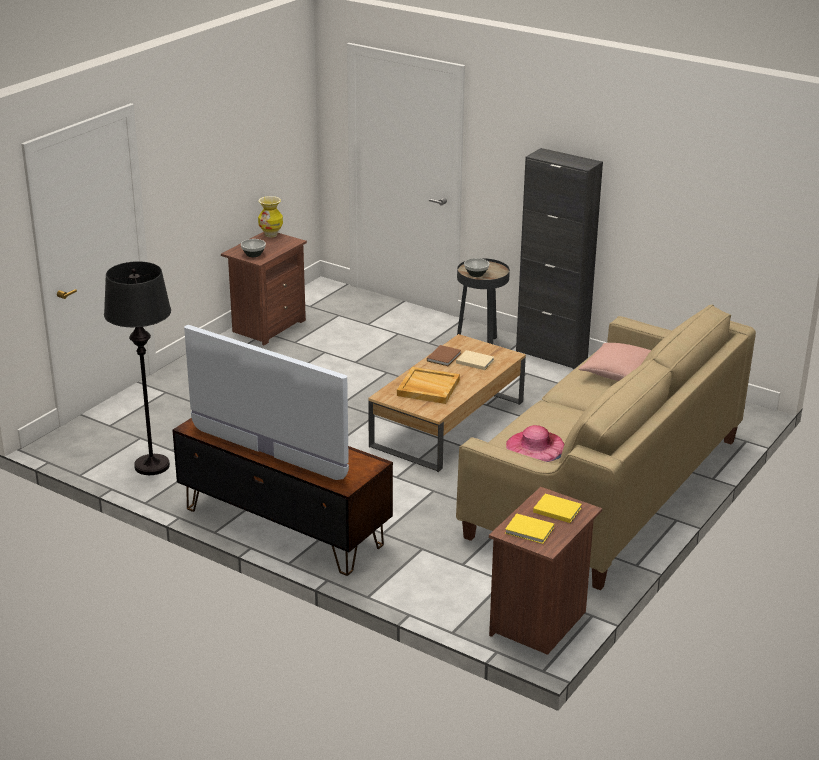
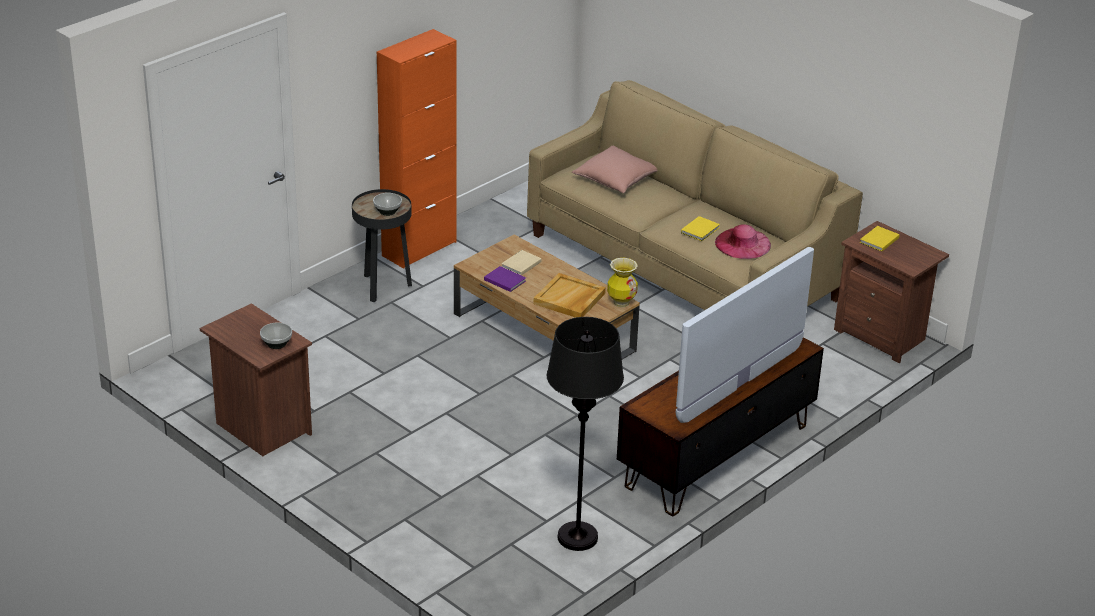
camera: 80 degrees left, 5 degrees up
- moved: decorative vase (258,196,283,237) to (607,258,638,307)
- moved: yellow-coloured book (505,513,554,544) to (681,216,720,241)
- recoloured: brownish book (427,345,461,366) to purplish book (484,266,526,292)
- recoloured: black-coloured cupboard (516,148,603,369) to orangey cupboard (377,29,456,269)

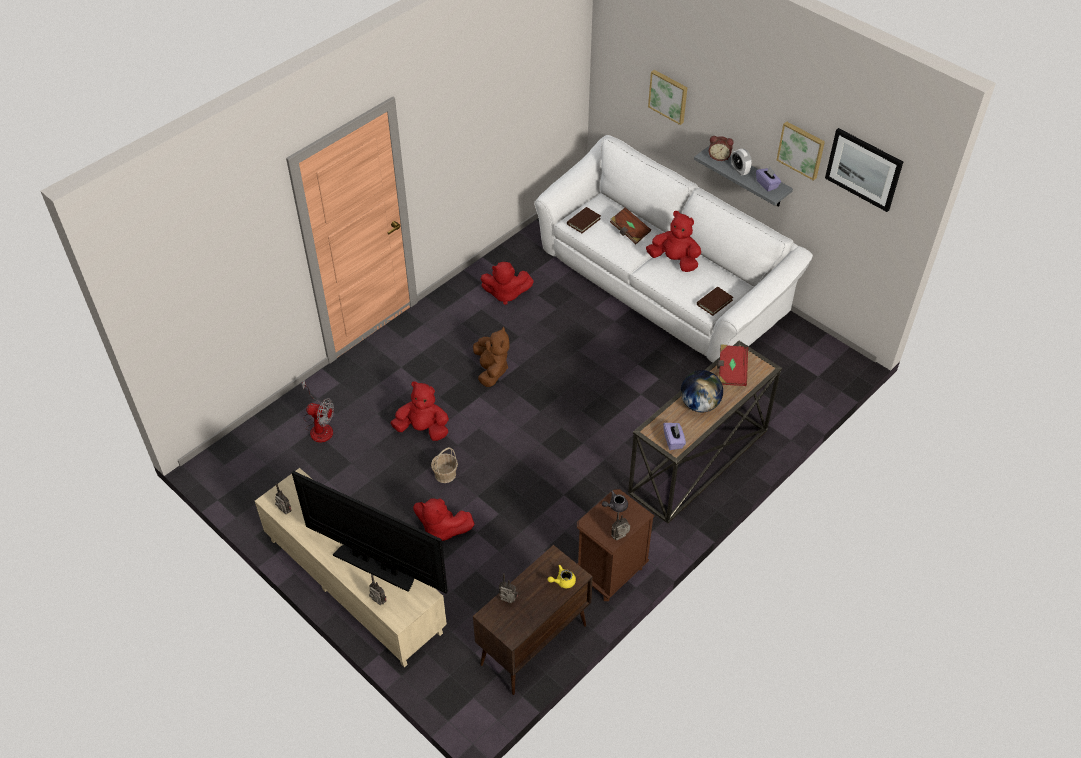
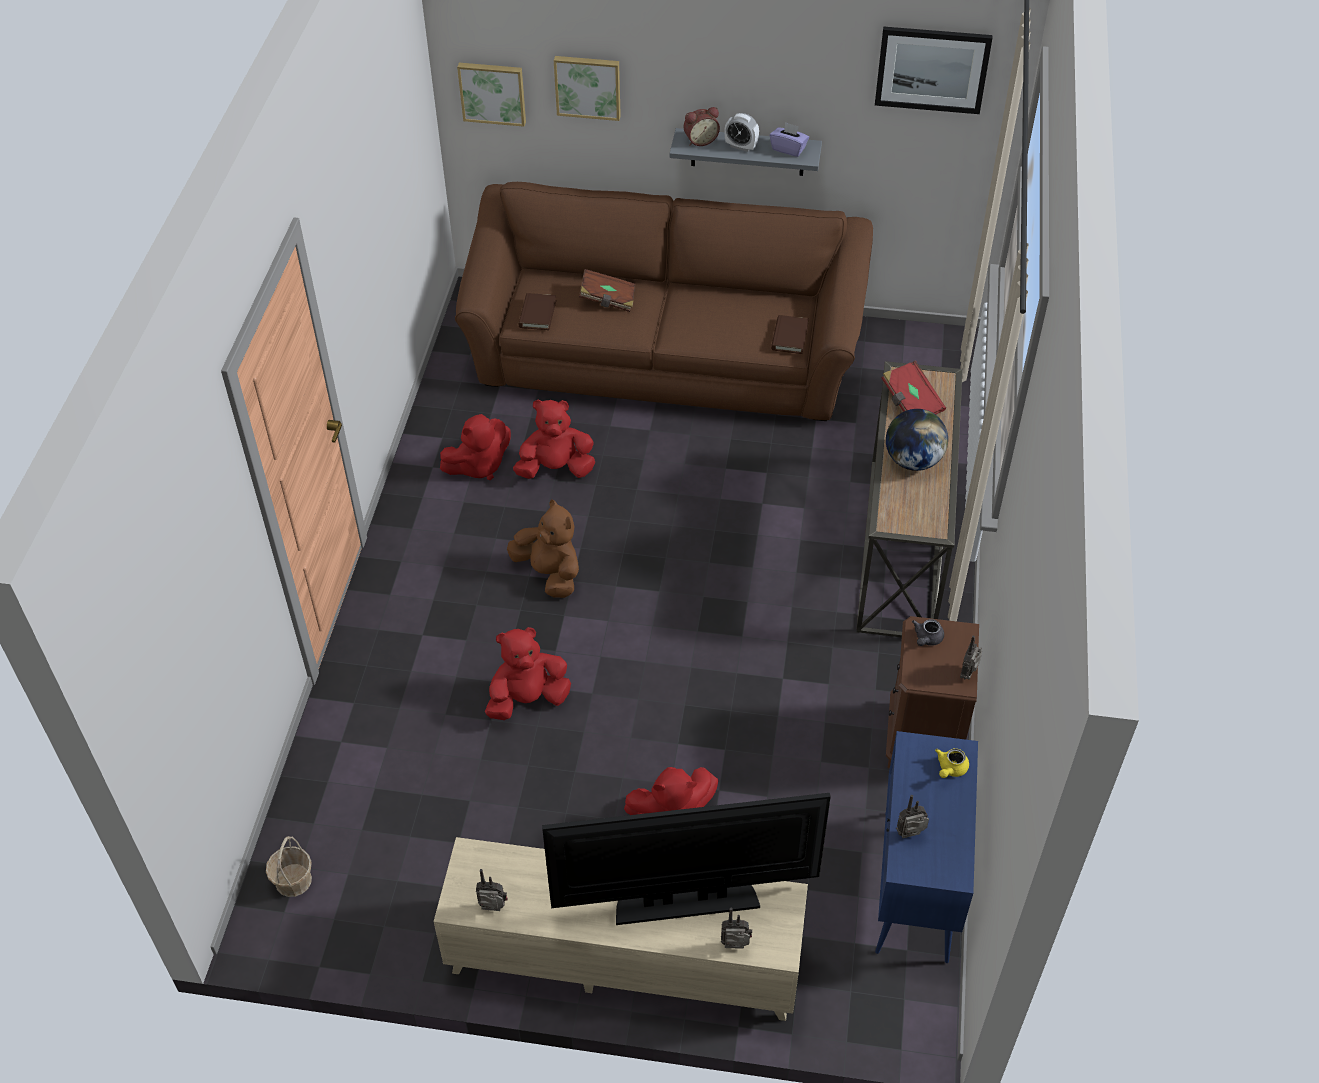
camera: 35 degrees left, 0 degrees up
- removed: electric fan (302,380,334,443)
- removed: purplish tissue box (663,423,686,450)
- moved: storage basket (431,447,458,483) to (266,836,312,897)
- moved: red plush toy (646,211,701,272) to (513,399,595,479)
- moved: wall art (776,122,825,181) to (457,63,526,127)
- recoloured: brownish cupboard (473,545,593,695) to blue cupboard (875,731,978,963)
- recoloured: white-coloured couch (534,135,813,363) to brownish couch (455,182,873,421)

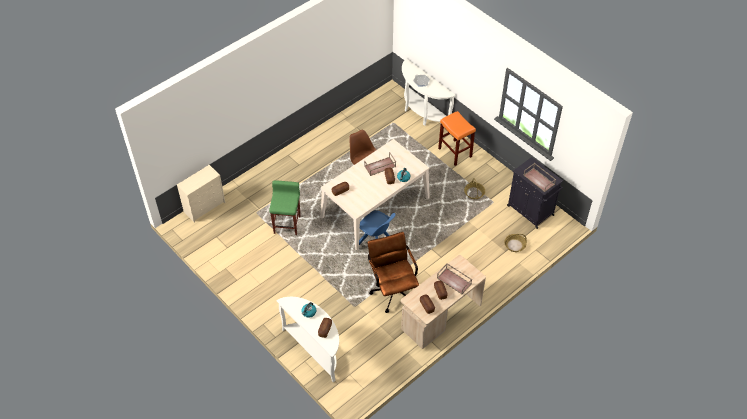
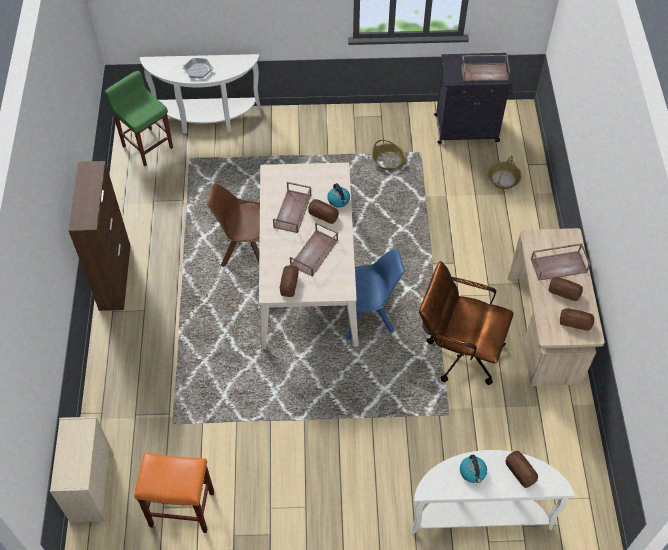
camera: 50 degrees left, 5 degrees up
- added: brownish cupboard (68,161,130,311)
- added: brownish serving tray (290,222,338,277)
- moved: greenish stool seat (269,181,301,235) to (104,71,173,167)
- moved: orangey stool seat (438,111,476,166) to (135,452,214,533)

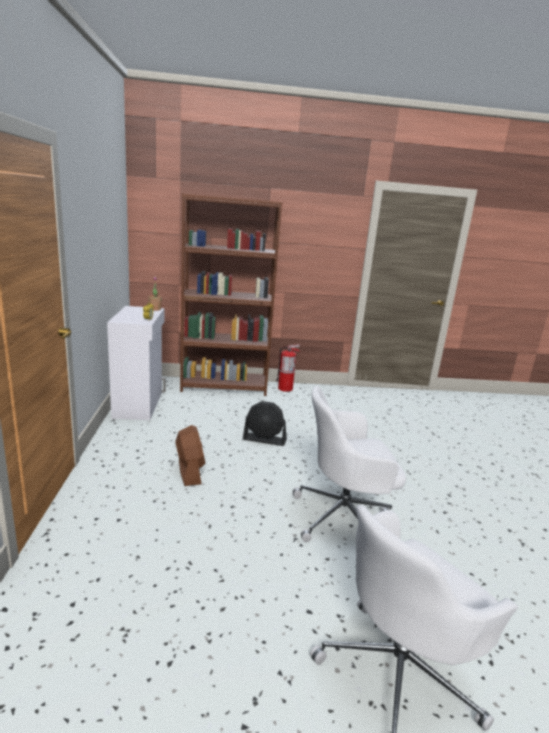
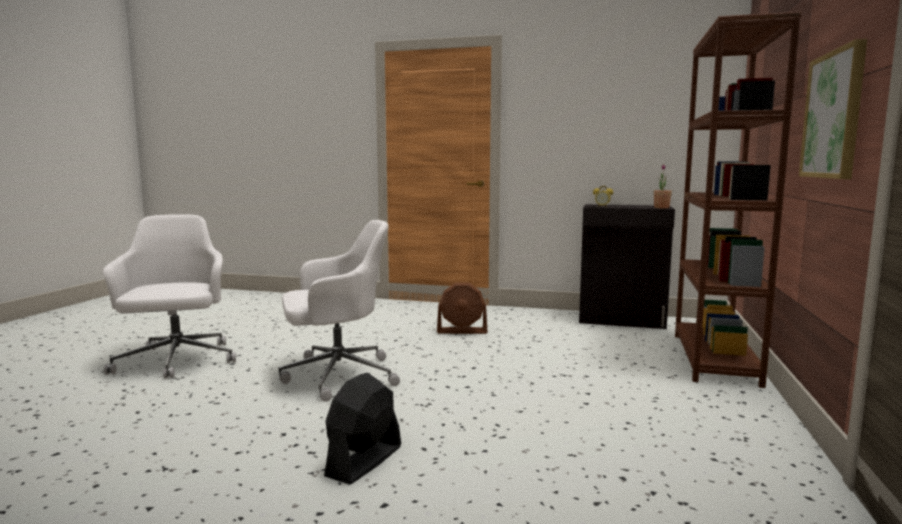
camera: 110 degrees right, 10 degrees down
- removed: fire extinguisher (276,344,300,392)
- added: wall art (799,39,867,179)
- moved: black-coloured electric fan (243,401,287,446) to (324,373,401,485)
- recoloured: white-coloured cupboard (107,306,165,420) to black-coloured cupboard (579,204,675,329)
- turned: white-coloured office chair (293,386,406,542) = (279,220,400,402) 60 degrees clockwise

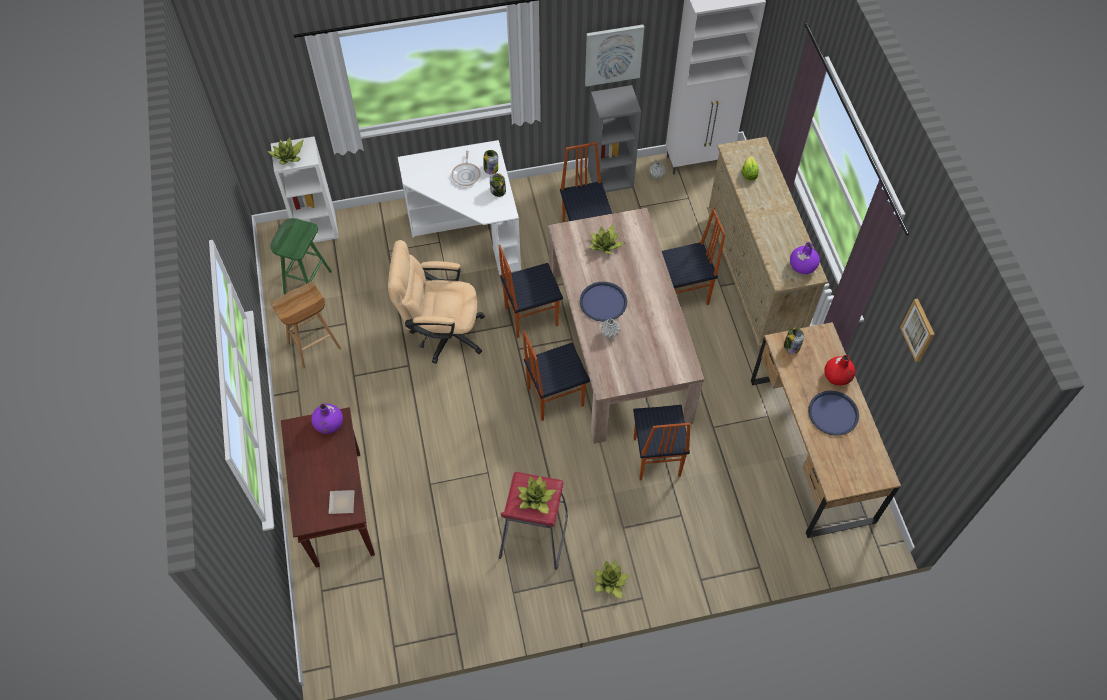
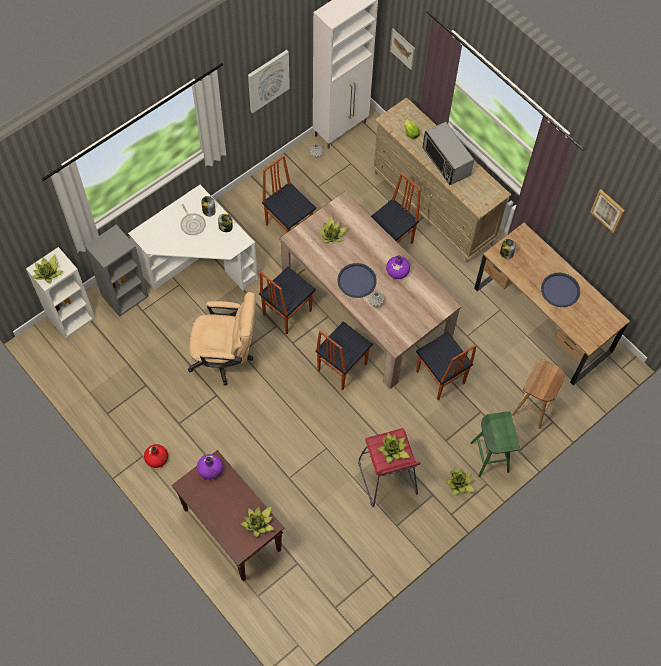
camera: 30 degrees left, 5 degrees up
- added: wall art (390,29,415,70)
- added: microwave oven (422,122,474,185)
- moved: greenish stool seat (270,218,332,295) to (471,411,520,477)
- moved: brownish stool seat (271,281,341,369) to (512,358,565,429)
- moved: greyish shelving unit (588,85,641,192) to (85,225,149,317)
- moved: purplish decorative vase (790,242,820,274) to (386,255,410,279)
- moved: red decorative vase (824,355,855,386) to (144,444,168,468)
- replaced: flat dish (328,490,355,514) to potted plant (241,506,274,537)
- turned: beige office chair (388,240,485,364) = (188,292,256,386) 150 degrees counterclockwise

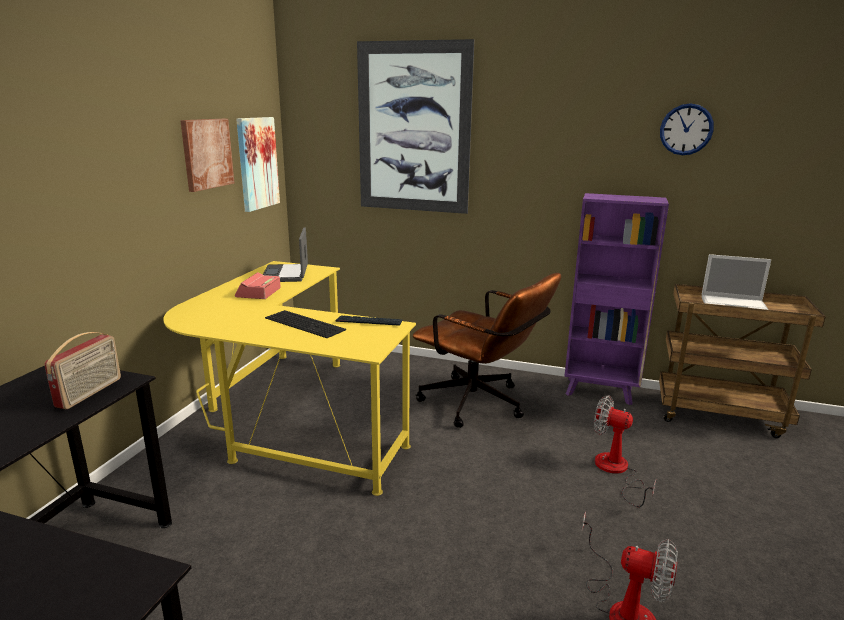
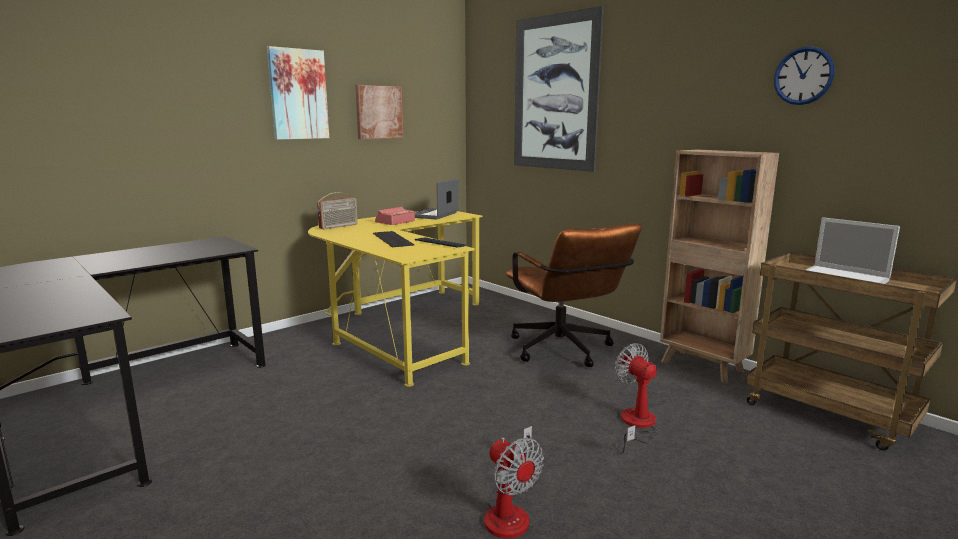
camera: 30 degrees right, 5 degrees down
- moved: radio receiver (44,332,121,409) to (317,192,358,229)
- moved: wall art (236,117,280,212) to (267,46,329,140)
- recoloured: purplish shelving unit (564,193,669,405) to brownish shelving unit (660,149,779,383)

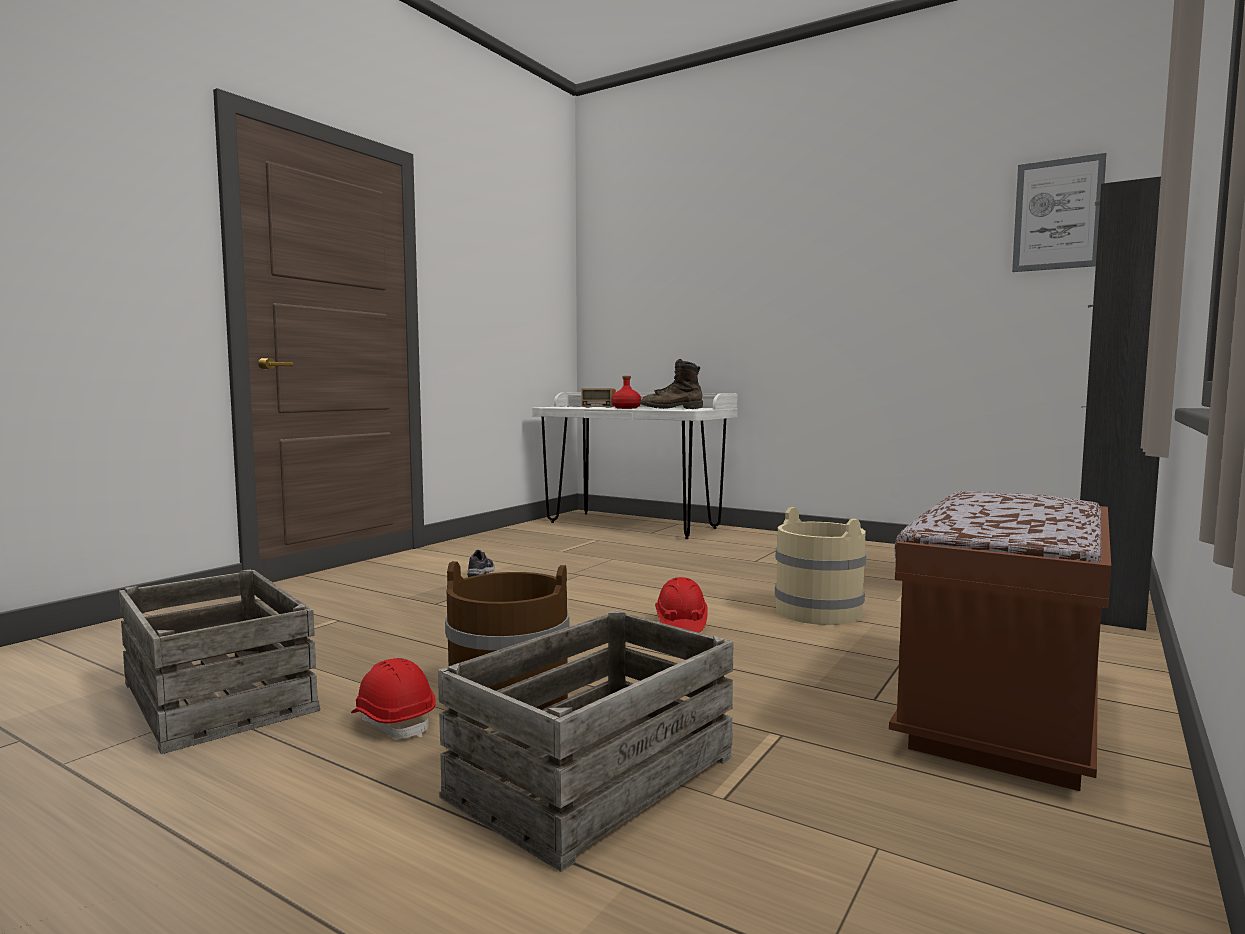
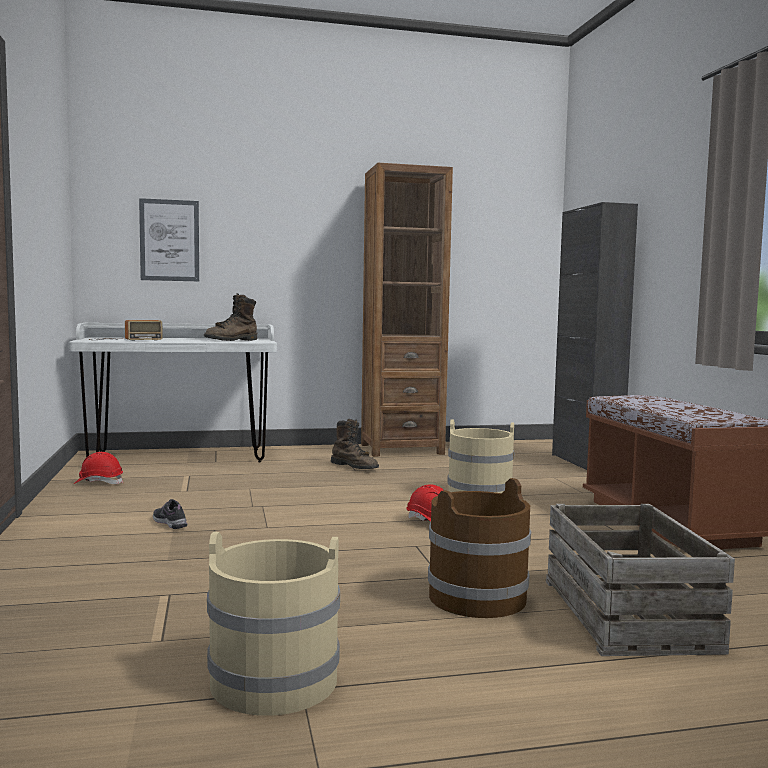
camera: 45 degrees left, 0 degrees up
- removed: red drink bottle (612,376,642,409)
- added: brownish tall boot (331,419,379,469)
- added: brownish shelving unit (361,163,453,457)
- moved: red safety helmet (351,658,436,739) to (74,452,123,484)
- moved: wall art (1012,153,1107,272) to (139,198,199,281)
- replaced: crate (119,570,320,754) to beige pail (207,532,340,716)

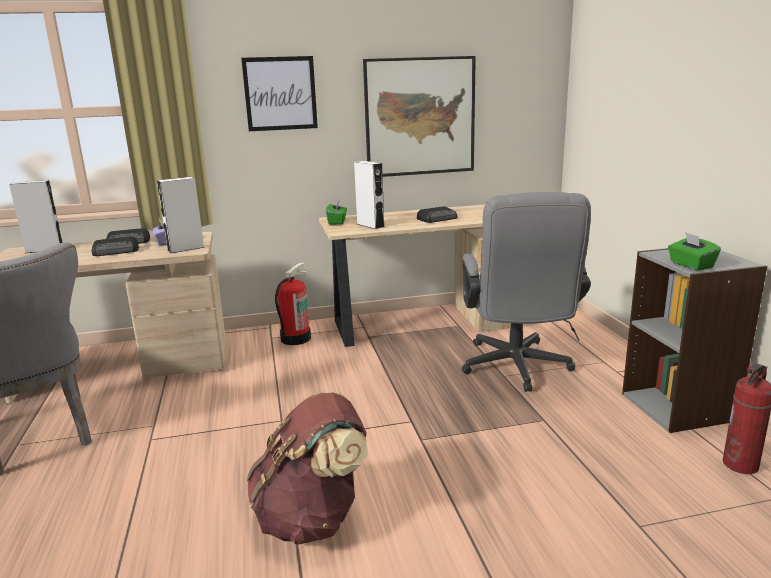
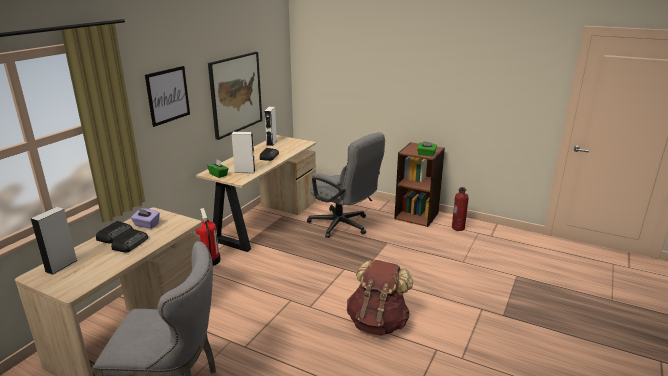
camera: 50 degrees left, 5 degrees up
- moved: white-coloured audio speaker (157,177,205,253) to (264,107,277,146)
- recoloured: greyish shelving unit (622,248,768,433) to brownish shelving unit (394,142,445,227)

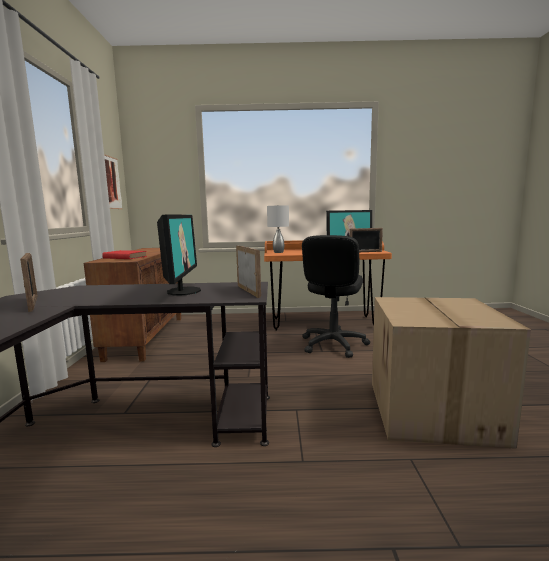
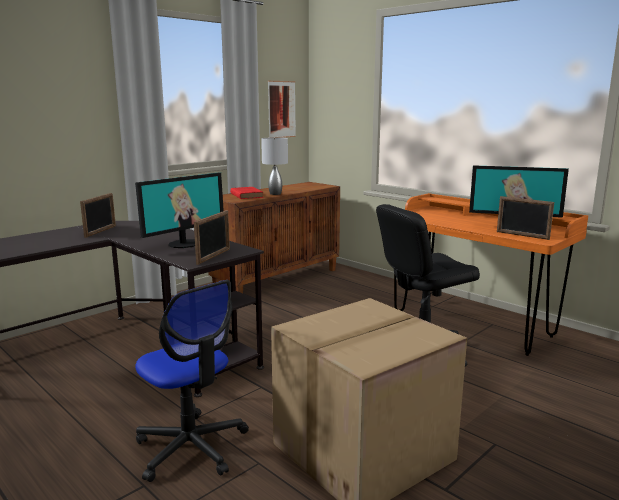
camera: 45 degrees right, 5 degrees up
- added: office chair (135,280,249,482)
- moved: greyish table lamp (267,205,289,253) to (261,137,288,195)

